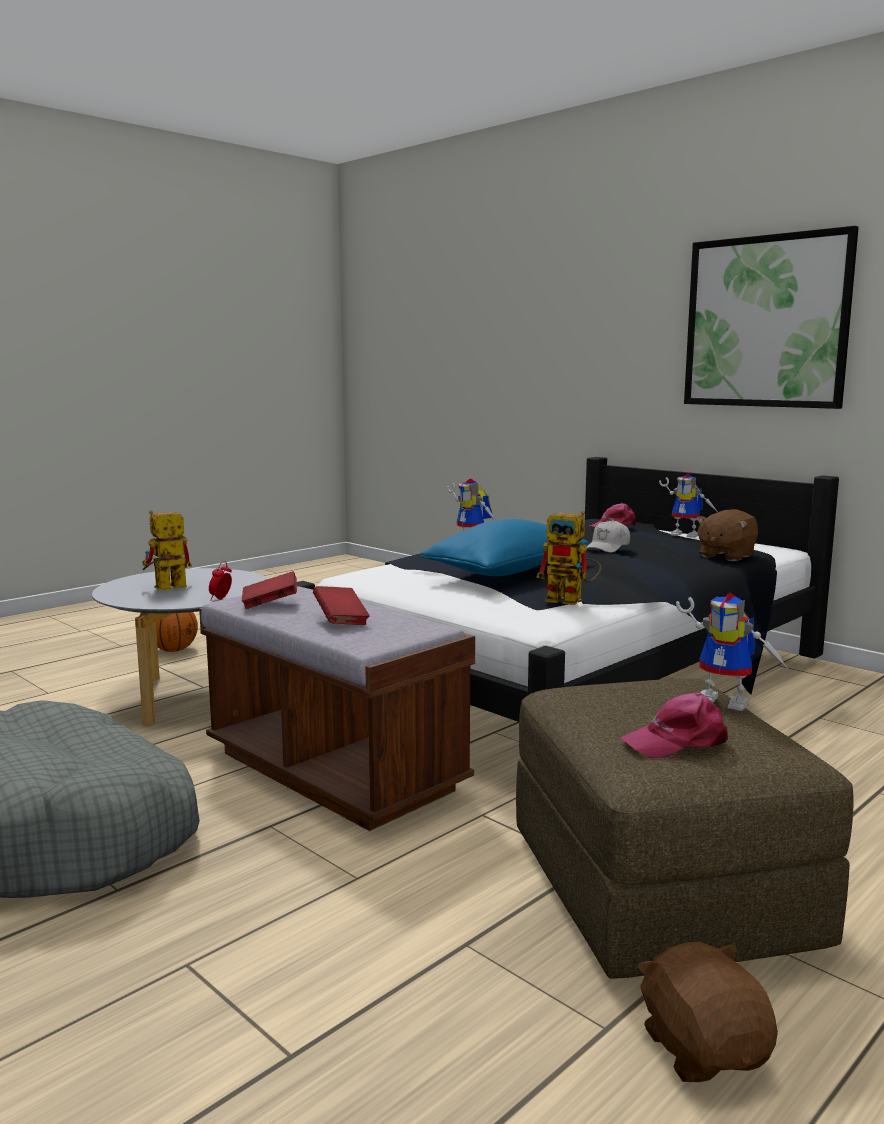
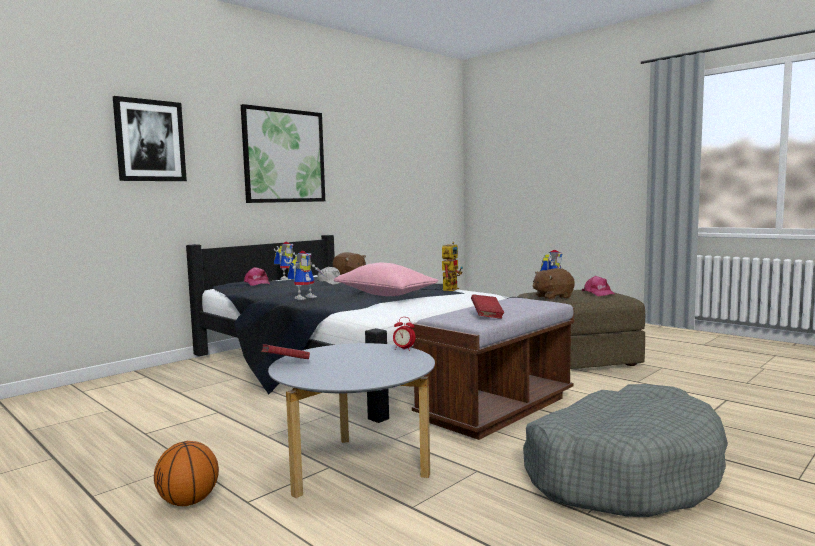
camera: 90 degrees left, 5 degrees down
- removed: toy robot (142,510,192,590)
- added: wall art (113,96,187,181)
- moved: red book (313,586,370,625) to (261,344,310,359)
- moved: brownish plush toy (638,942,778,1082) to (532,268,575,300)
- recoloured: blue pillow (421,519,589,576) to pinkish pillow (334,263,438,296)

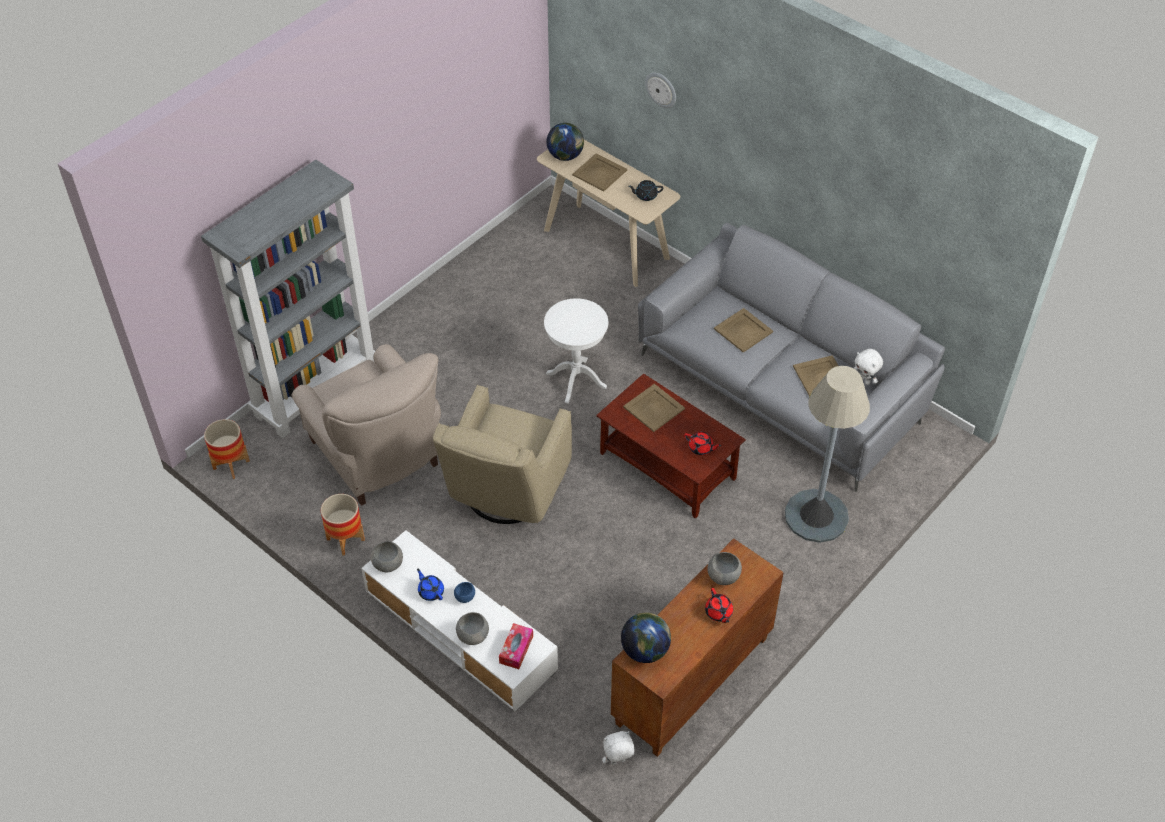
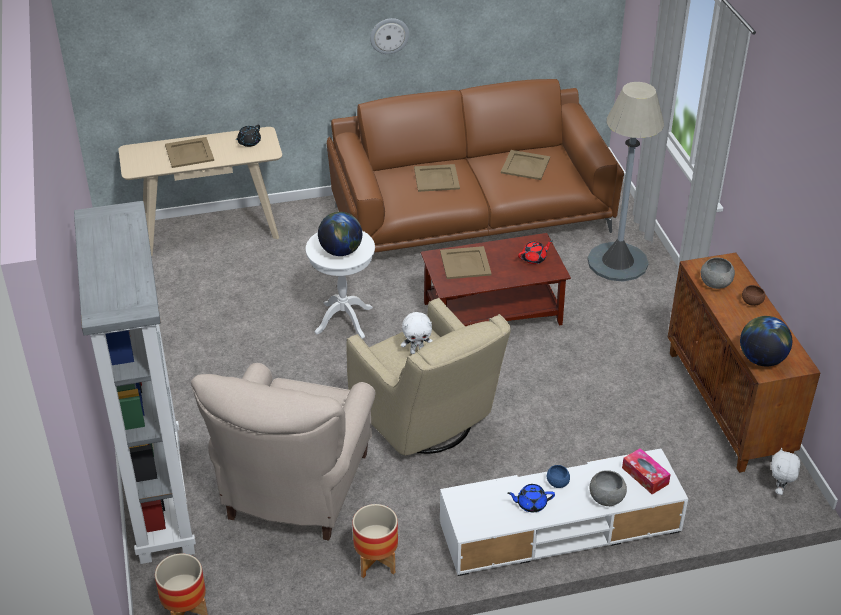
camera: 55 degrees left, 10 degrees down
- removed: greyish deep dish (370,541,403,572)
- moved: desk globe (546,123,584,161) to (318,212,362,256)
- moved: wall clock (645,72,676,108) to (370,18,409,54)
- moved: white-coloured plush toy (854,349,883,385) to (401,312,433,354)
- replaced: red teapot (705,588,733,623) to brownish deep dish (742,285,766,306)
- recoloured: greyish couch (638,223,945,492) to brownish couch (327,79,624,253)
- turned: beige easy chair (292,344,441,506) = (191,363,376,541) 105 degrees clockwise

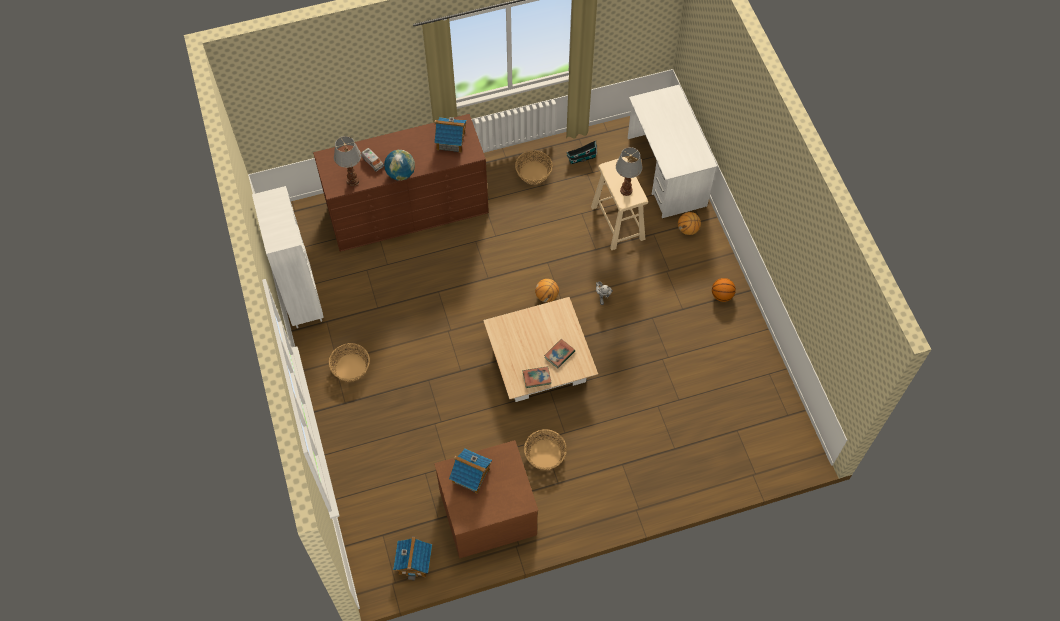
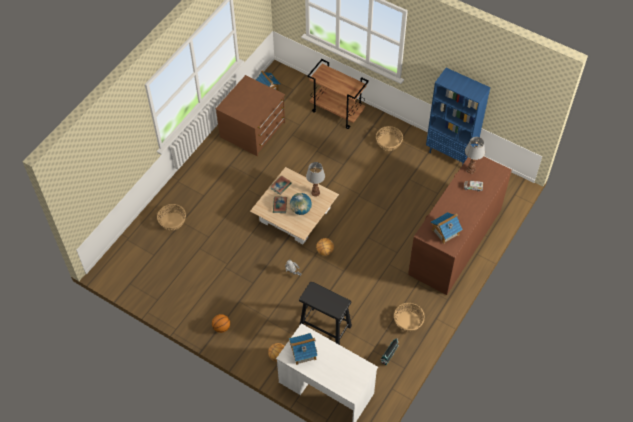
camera: 140 degrees right, 5 degrees down
- added: brownish cart (307,59,369,129)
- moved: desk globe (384,150,415,181) to (290,193,312,215)
- moved: model house (449,448,492,494) to (289,333,317,365)
- moved: storage basket (524,429,567,470) to (157,204,186,230)
- moved: table lamp (616,147,643,196) to (306,162,325,197)
- recoloured: white-coloured shelving unit (252,186,324,328) to blue shelving unit (426,68,490,165)
- recoloured: beige stool seat (591,157,648,250) to black-coloured stool seat (299,282,352,345)

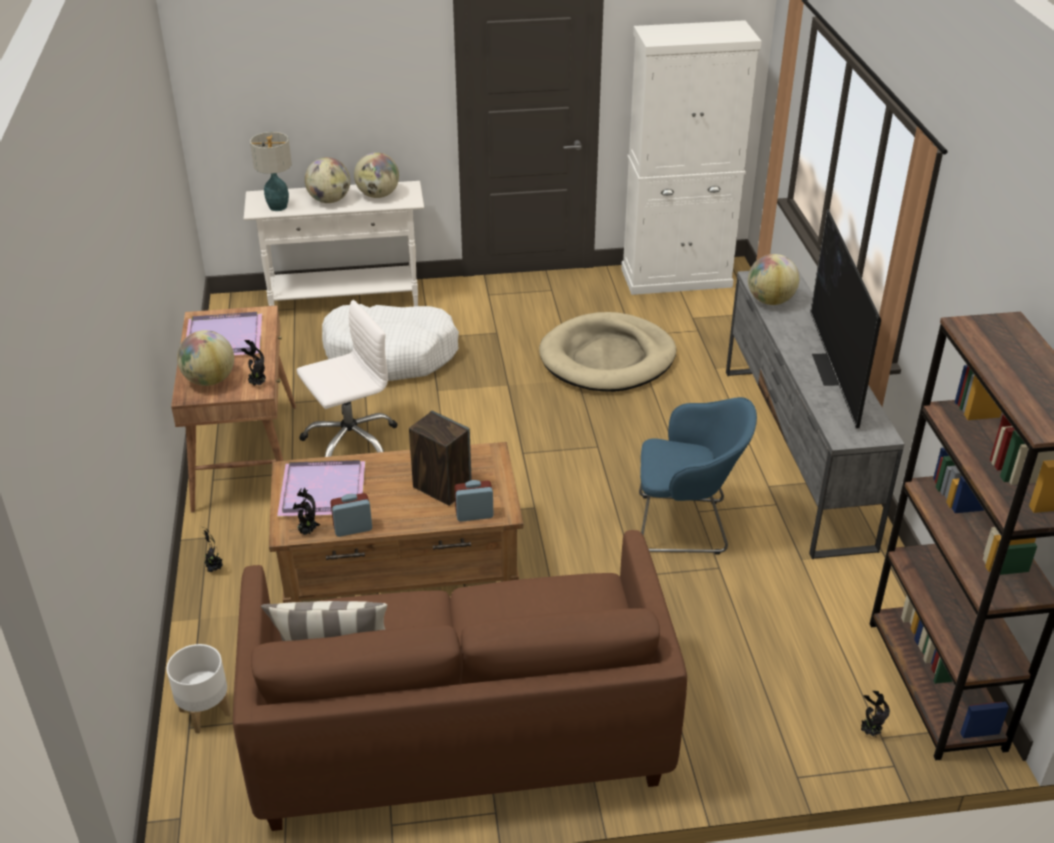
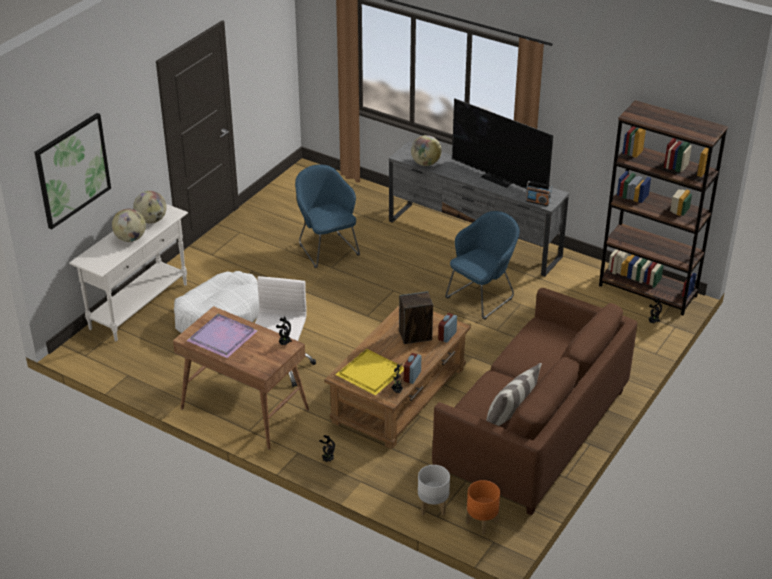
camera: 50 degrees left, 0 degrees up
- removed: desk globe (177,330,234,386)
- removed: table lamp (250,132,292,211)
- removed: white-coloured cupboard (621,20,762,295)
- added: wall art (34,113,111,230)
- added: orangey planter (466,480,500,535)
- added: radio receiver (526,181,552,206)
- replaced: beige dog cushion (539,312,676,392) to blue easy chair (295,164,360,268)
- recoloured: purplish serving tray (277,460,366,517) to yellow-coloured serving tray (335,349,404,395)

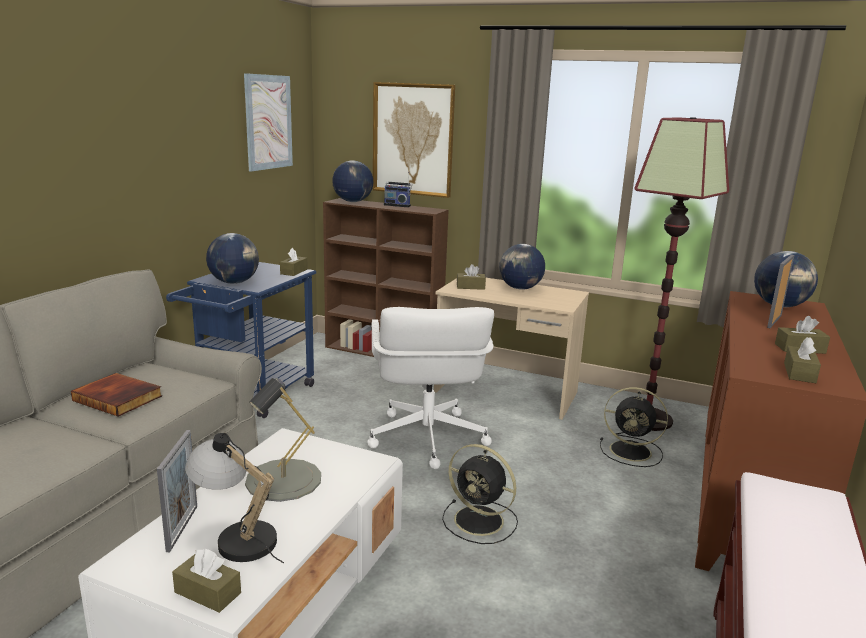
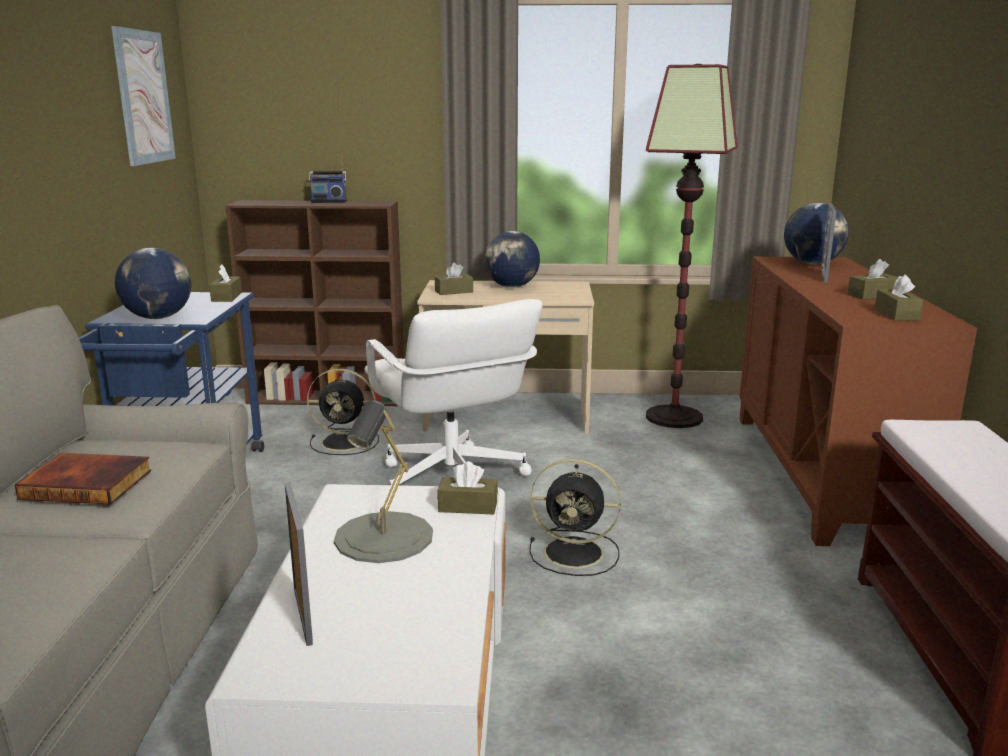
camera: 20 degrees left, 0 degrees up
- removed: table lamp (185,433,284,563)
- removed: desk globe (332,161,373,202)
- removed: wall art (373,82,455,198)
- moved: brownish tissue box (172,549,241,613) to (438,461,498,515)
- moved: black-coloured electric fan (600,387,668,467) to (307,369,379,455)

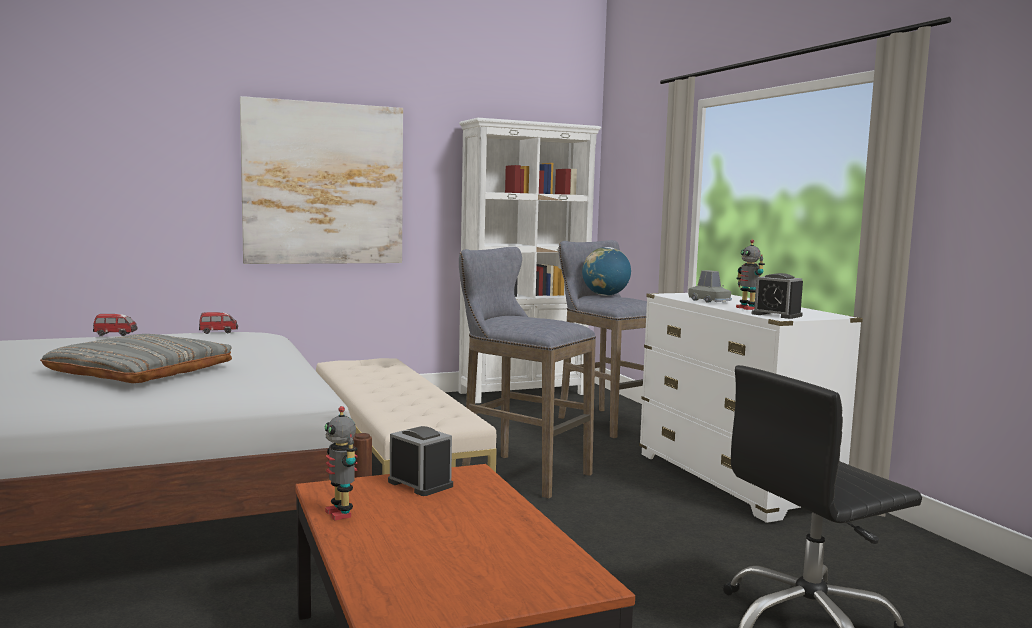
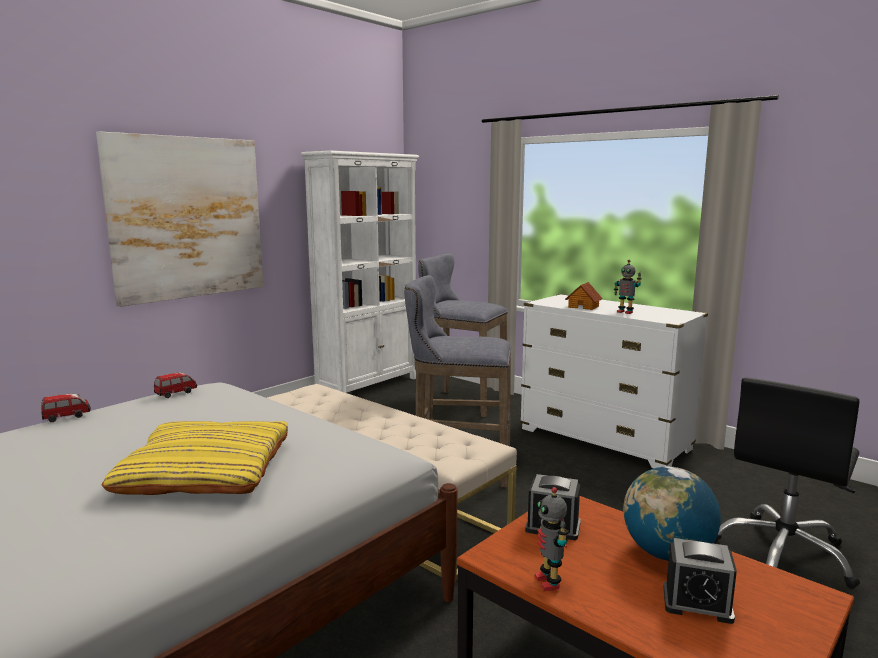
camera: 25 degrees left, 5 degrees up
- moved: desk globe (582,247,631,296) to (623,466,721,561)
- moved: alarm clock (752,273,803,319) to (663,538,737,624)
- replaced: greyish model car (688,270,732,303) to model house (565,282,603,310)
- recoloured: greyish pillow (40,334,232,383) to yellow-coloured pillow (102,421,288,495)
- turned: toy robot (325,406,358,521) = (535,487,569,591) 45 degrees clockwise

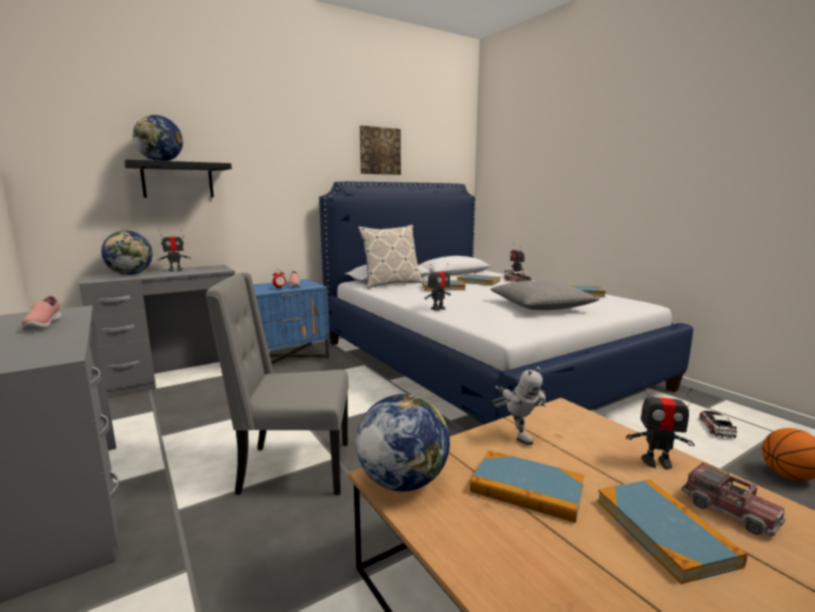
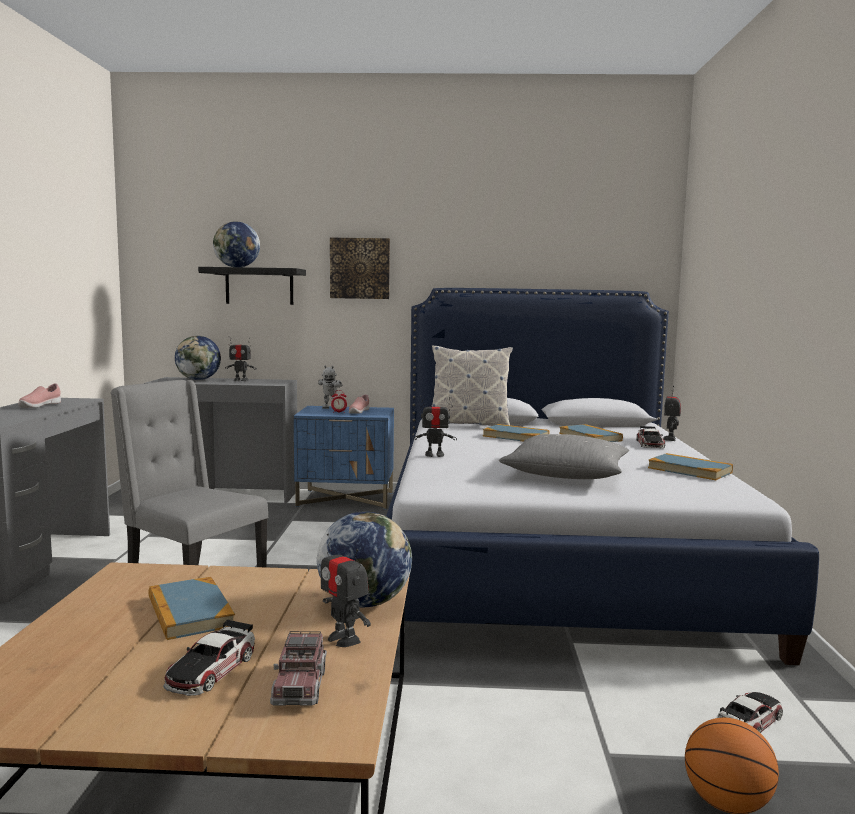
camera: 35 degrees right, 5 degrees down
- moved: desk globe (356,394,450,492) to (317,512,412,607)
- moved: wall art (360,125,401,175) to (330,238,390,299)
- moved: toy robot (492,367,546,445) to (318,365,342,409)
- replaced: book (597,479,747,584) to model car (163,620,255,696)

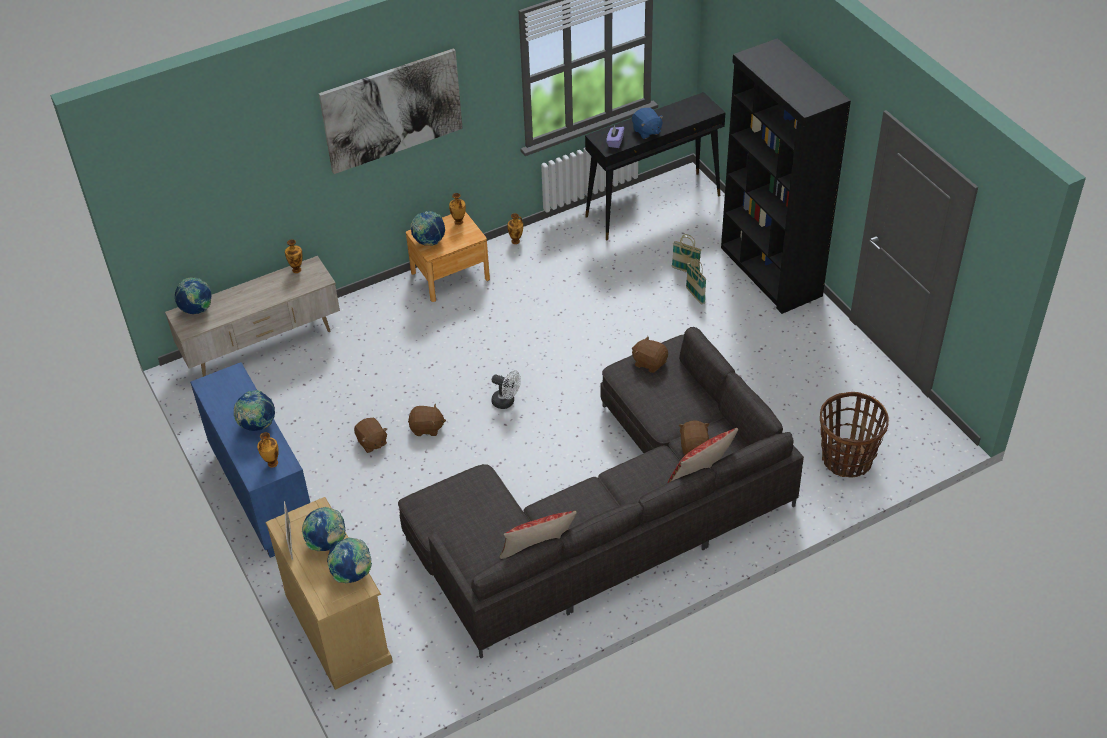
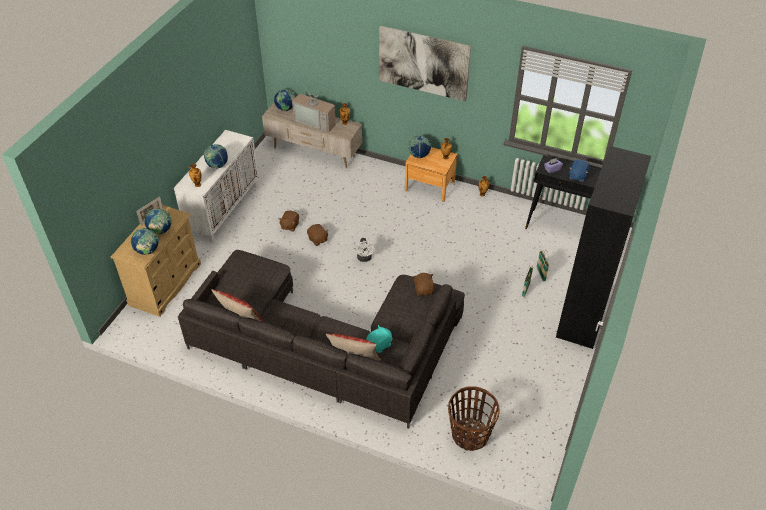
camera: 50 degrees right, 0 degrees up
- added: television (292,82,336,133)
- recoloured: blue cupboard (190,362,310,558) to white-coloured cupboard (174,130,259,243)
- recoloured: brownish plush toy (679,420,710,455) to turquoise plush toy (366,325,392,353)

